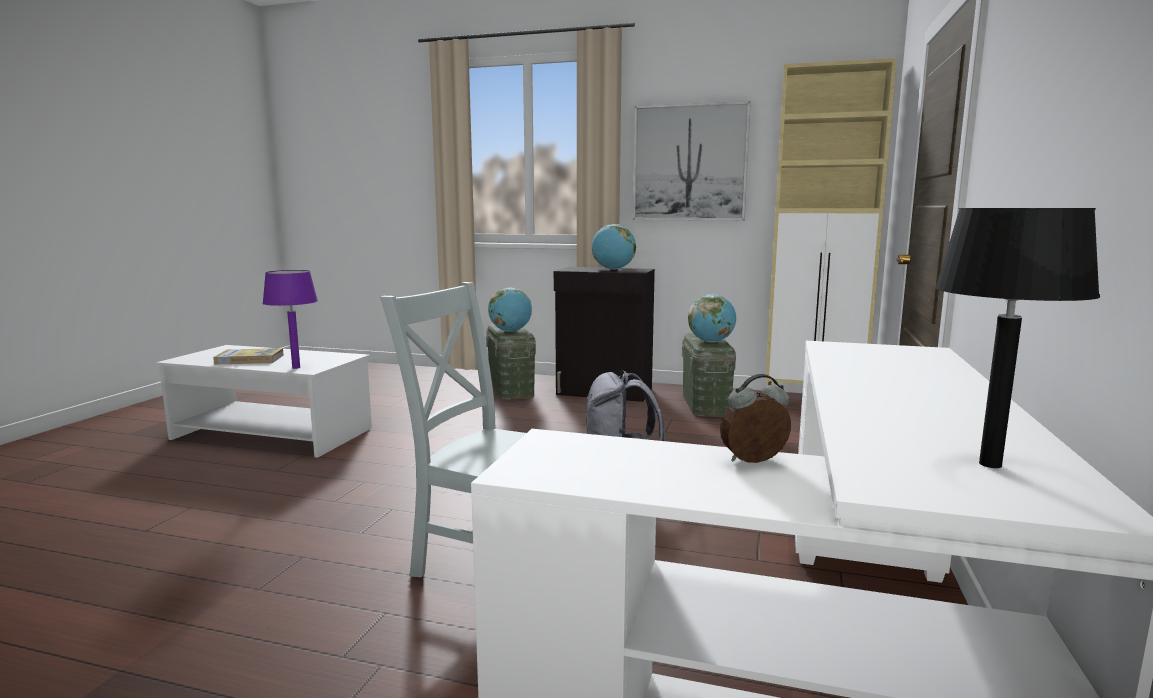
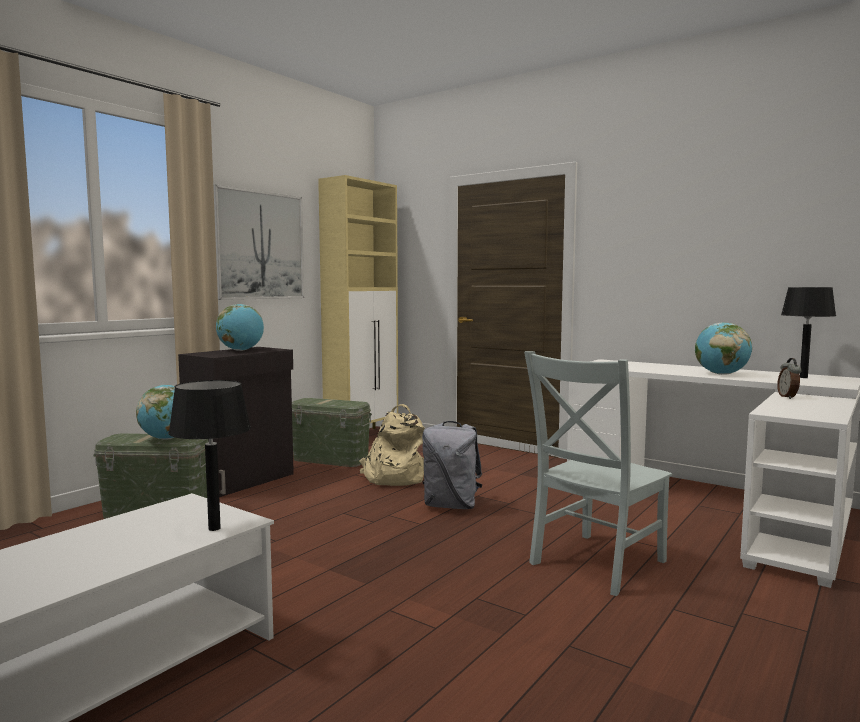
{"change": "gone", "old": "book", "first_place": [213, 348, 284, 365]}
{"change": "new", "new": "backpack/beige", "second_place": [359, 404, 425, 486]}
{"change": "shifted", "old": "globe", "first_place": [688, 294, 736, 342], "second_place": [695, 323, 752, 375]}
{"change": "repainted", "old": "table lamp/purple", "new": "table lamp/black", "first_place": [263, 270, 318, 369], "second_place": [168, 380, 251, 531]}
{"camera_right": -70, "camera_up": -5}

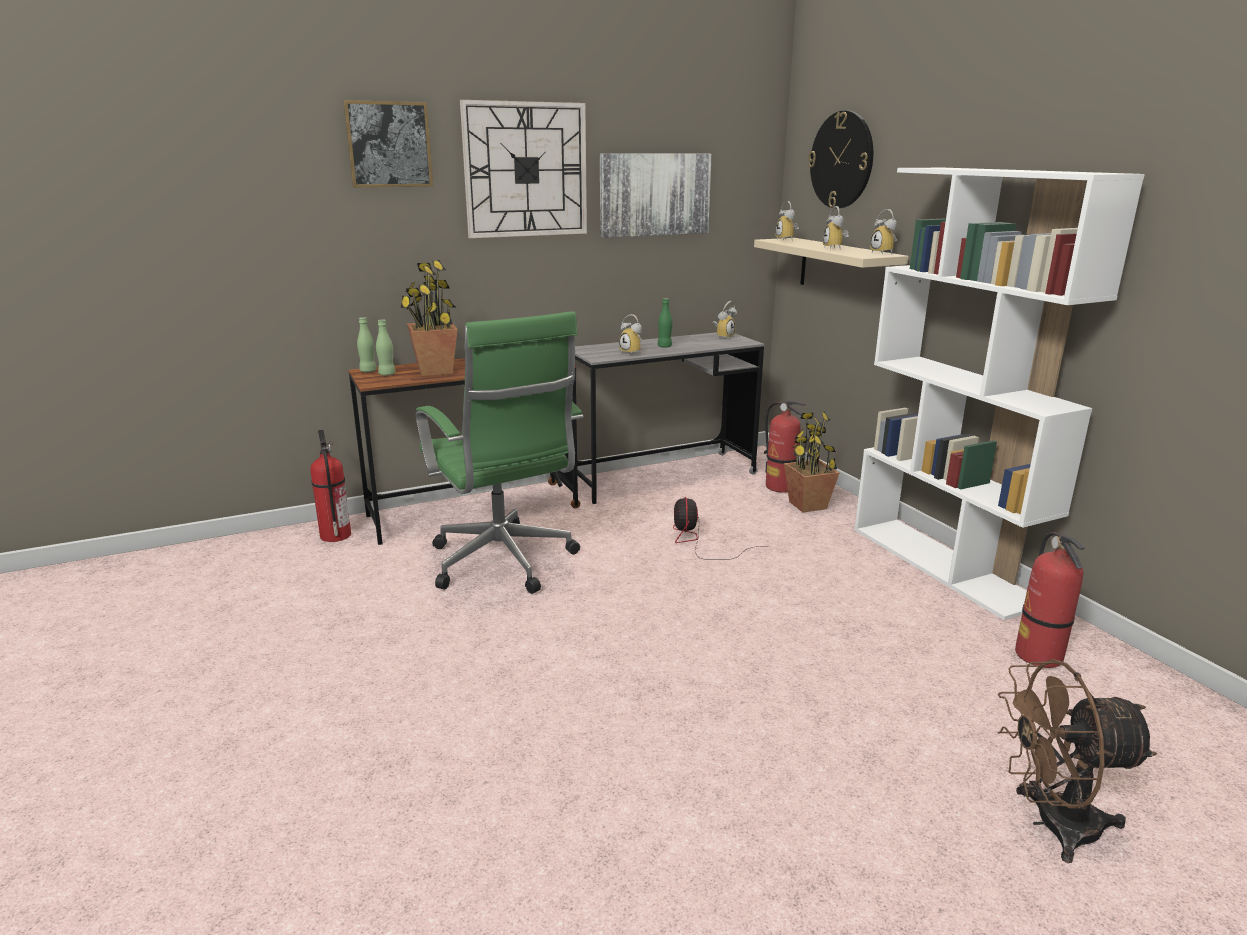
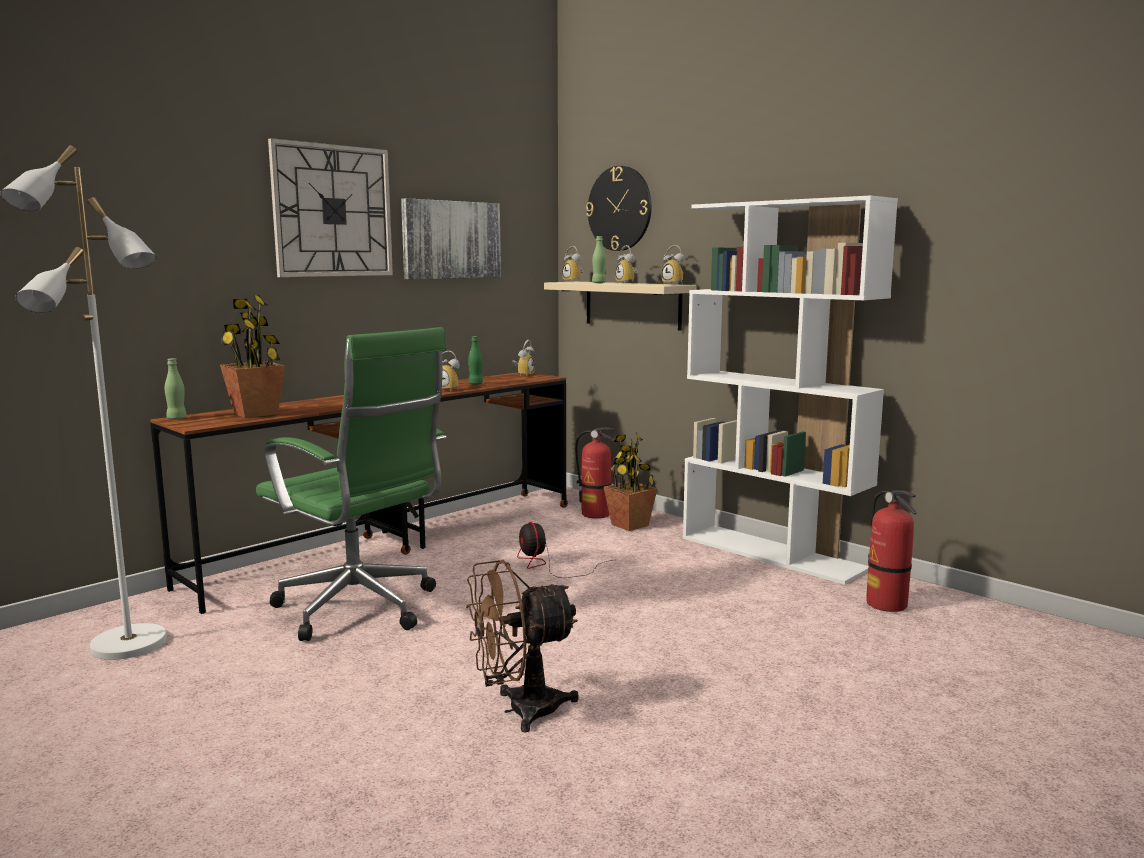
{"change": "gone", "old": "fire extinguisher", "first_place": [310, 430, 351, 542]}
{"change": "gone", "old": "picture", "first_place": [343, 100, 433, 188]}
{"change": "new", "new": "floor lamp/white", "second_place": [0, 145, 167, 660]}
{"change": "shifted", "old": "bottle/green", "first_place": [376, 320, 396, 376], "second_place": [592, 236, 606, 283]}
{"change": "shifted", "old": "fan/brown", "first_place": [998, 659, 1157, 863], "second_place": [466, 560, 579, 733]}
{"change": "repainted", "old": "desk/grey", "new": "desk/brown", "first_place": [575, 332, 764, 504], "second_place": [382, 372, 568, 549]}
{"camera_right": -20, "camera_up": -10}

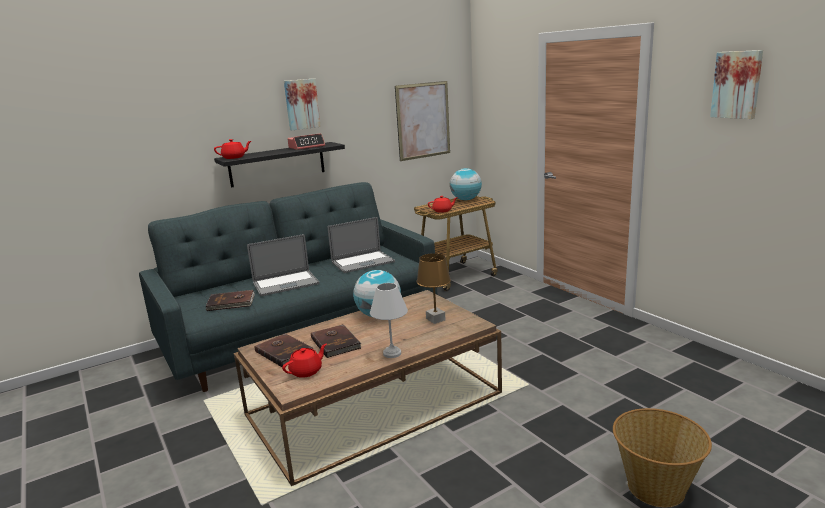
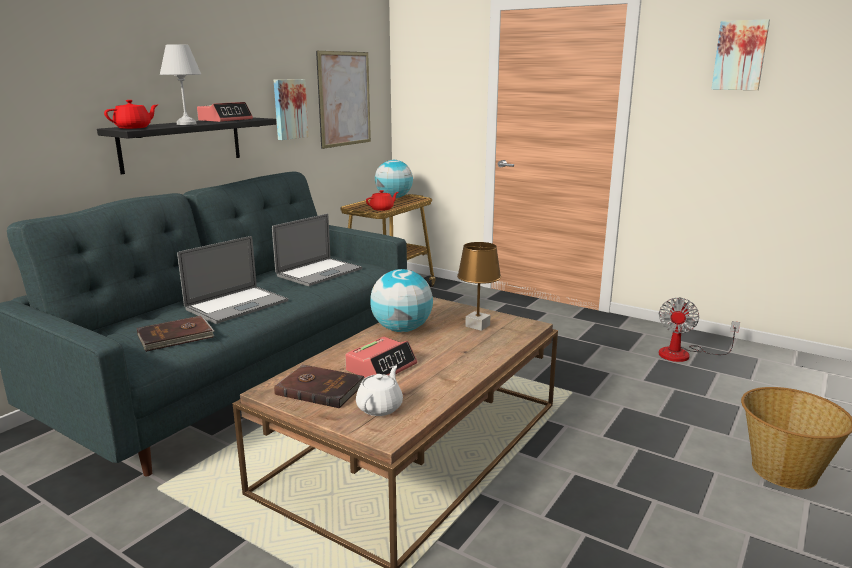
{"change": "new", "new": "fan", "second_place": [658, 297, 740, 362]}
{"change": "shifted", "old": "picture", "first_place": [284, 79, 321, 130], "second_place": [274, 79, 309, 140]}
{"change": "shifted", "old": "table lamp/white", "first_place": [370, 283, 408, 358], "second_place": [160, 44, 201, 125]}
{"change": "swapped", "old": "book/brown", "new": "alarm clock", "first_place": [311, 324, 361, 358], "second_place": [345, 337, 417, 378]}
{"change": "repainted", "old": "teapot/red", "new": "teapot/white", "first_place": [282, 343, 327, 378], "second_place": [356, 366, 403, 416]}
{"camera_right": -25, "camera_up": 0}

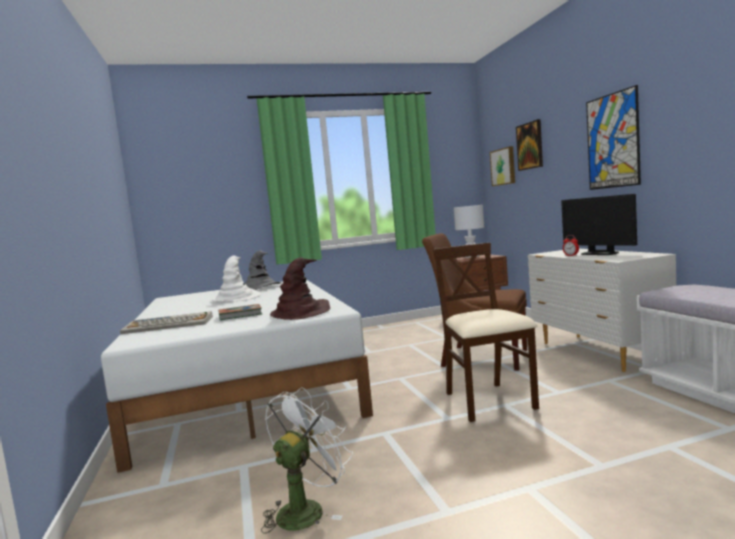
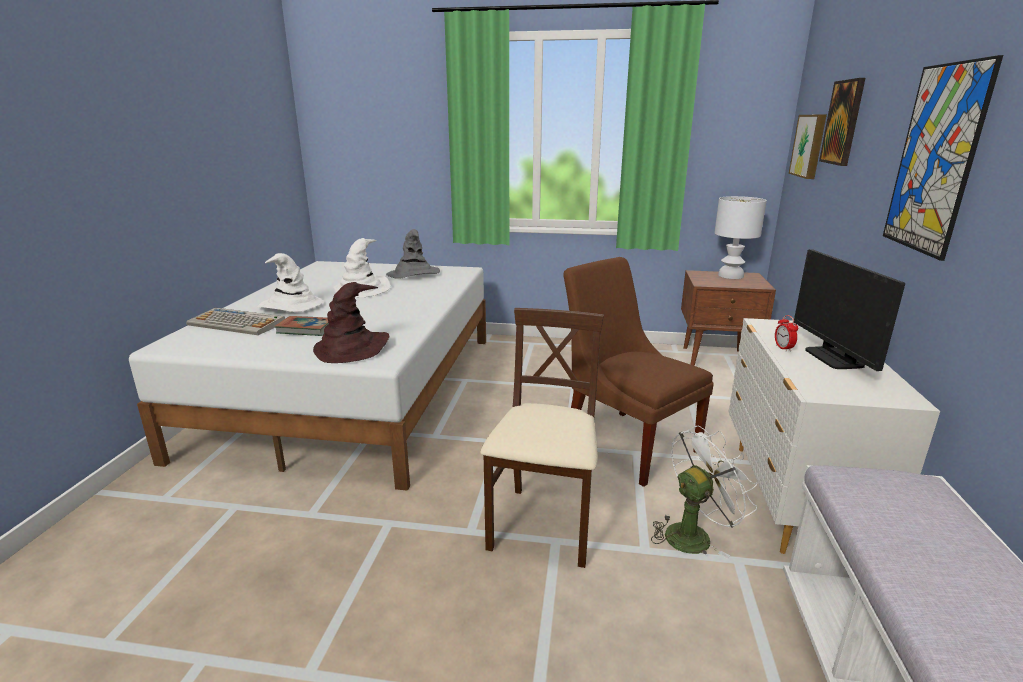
{"change": "new", "new": "hat/white", "second_place": [257, 253, 324, 312]}
{"change": "shifted", "old": "fan/white", "first_place": [261, 387, 353, 534], "second_place": [651, 426, 758, 559]}
{"camera_right": 25, "camera_up": 15}

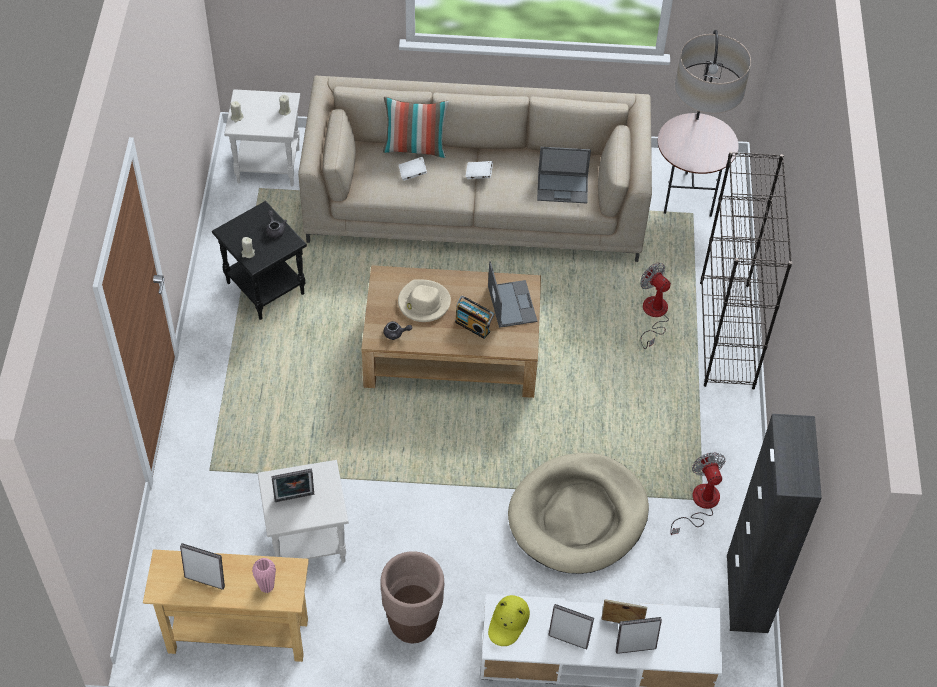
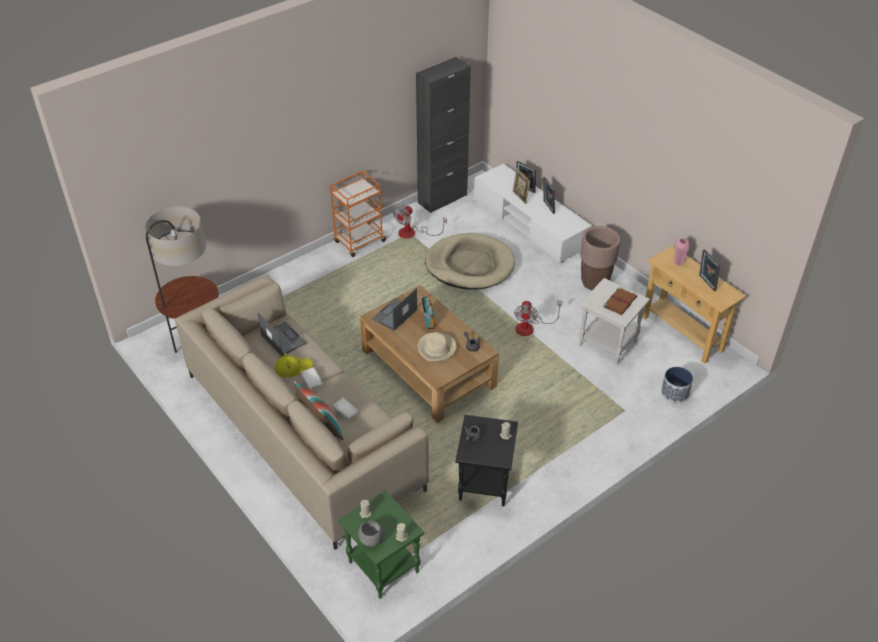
{"change": "gone", "old": "bookcase/black", "first_place": [700, 151, 792, 390]}
{"change": "new", "new": "cart/orange", "second_place": [330, 171, 388, 257]}
{"change": "new", "new": "bowl/grey", "second_place": [358, 521, 383, 547]}
{"change": "new", "new": "planter", "second_place": [661, 367, 693, 403]}
{"change": "shifted", "old": "hat/yellow", "first_place": [488, 595, 530, 646], "second_place": [275, 353, 313, 377]}
{"change": "shifted", "old": "fan", "first_place": [640, 263, 671, 349], "second_place": [514, 301, 563, 336]}
{"change": "swapped", "old": "picture frame", "new": "book/brown", "first_place": [271, 468, 314, 502], "second_place": [603, 287, 637, 315]}
{"change": "repainted", "old": "side table/white", "new": "side table/green", "first_place": [224, 89, 300, 186], "second_place": [338, 490, 425, 599]}
{"camera_right": -130, "camera_up": -10}

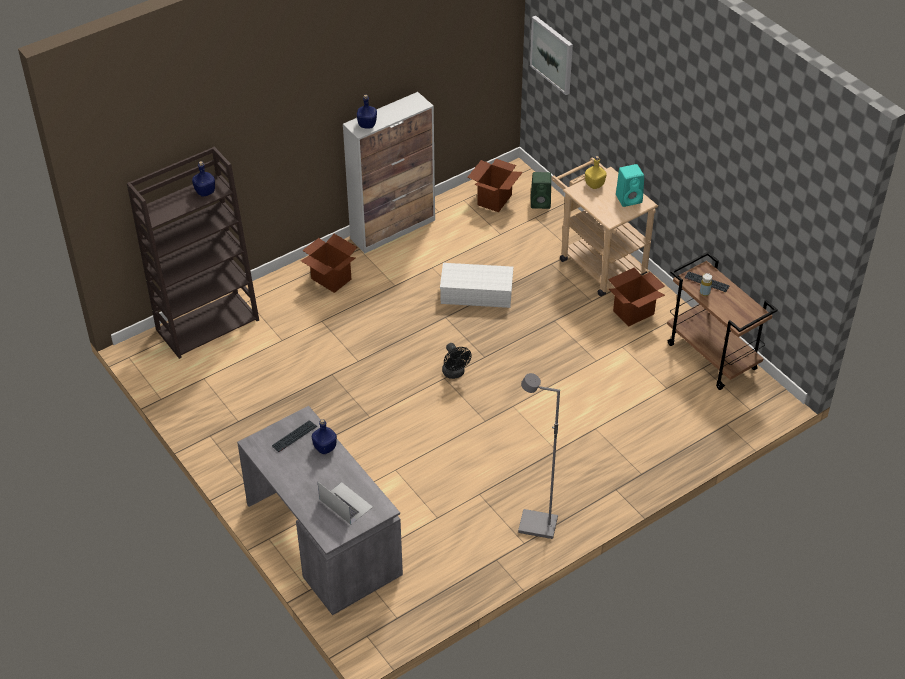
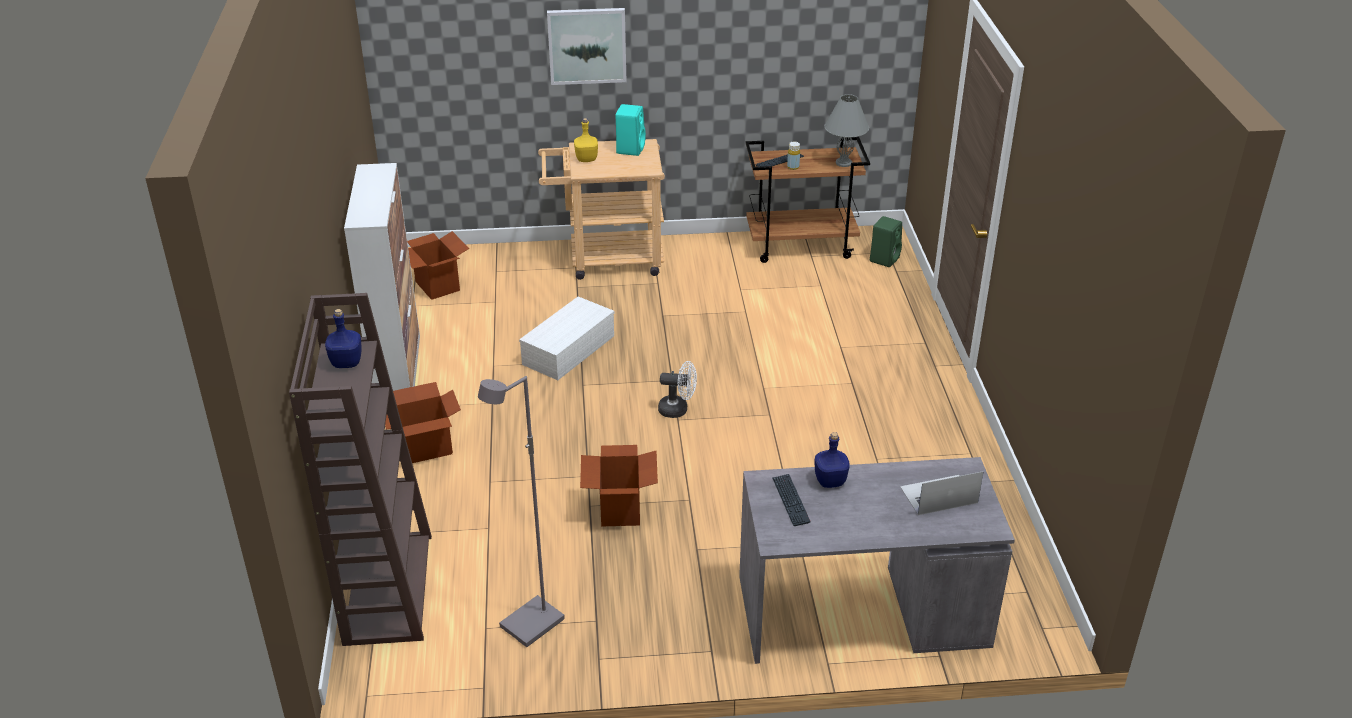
{"change": "gone", "old": "bottle/blue", "first_place": [357, 95, 377, 128]}
{"change": "new", "new": "table lamp/grey", "second_place": [825, 94, 869, 167]}
{"change": "shifted", "old": "floor lamp/grey", "first_place": [518, 373, 560, 539], "second_place": [478, 376, 565, 647]}
{"change": "shifted", "old": "picture", "first_place": [530, 16, 573, 95], "second_place": [547, 8, 627, 85]}
{"change": "shifted", "old": "speaker/green", "first_place": [531, 172, 551, 209], "second_place": [870, 216, 902, 267]}
{"change": "shifted", "old": "cardboard box", "first_place": [608, 267, 665, 327], "second_place": [580, 445, 658, 526]}
{"change": "repainted", "old": "fan/black", "new": "fan/white", "first_place": [442, 343, 472, 379], "second_place": [658, 361, 697, 418]}
{"camera_right": -60, "camera_up": -10}

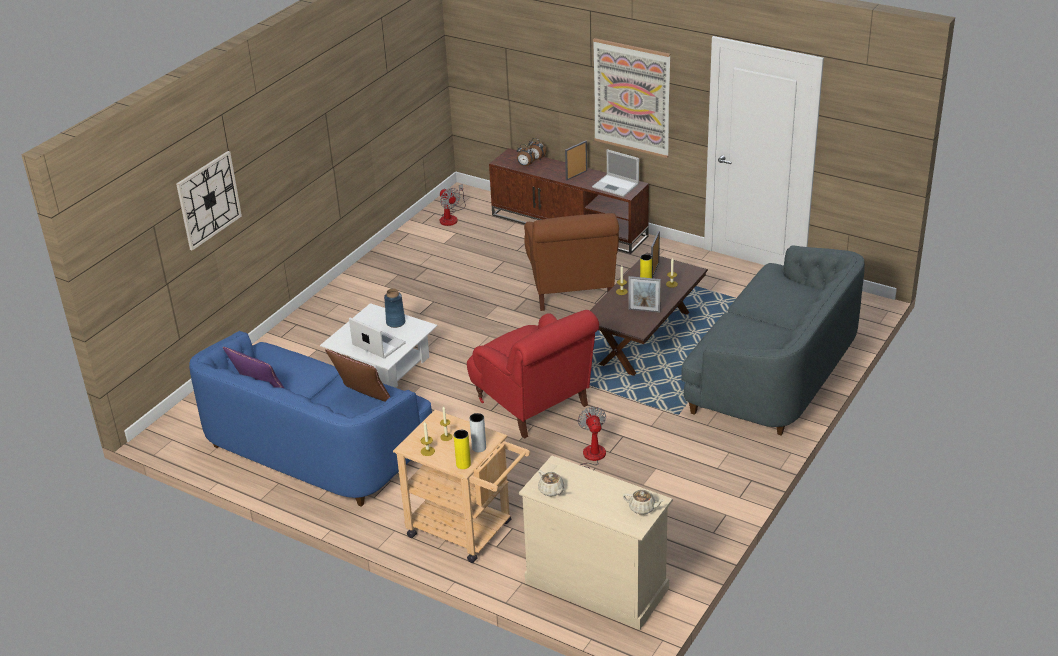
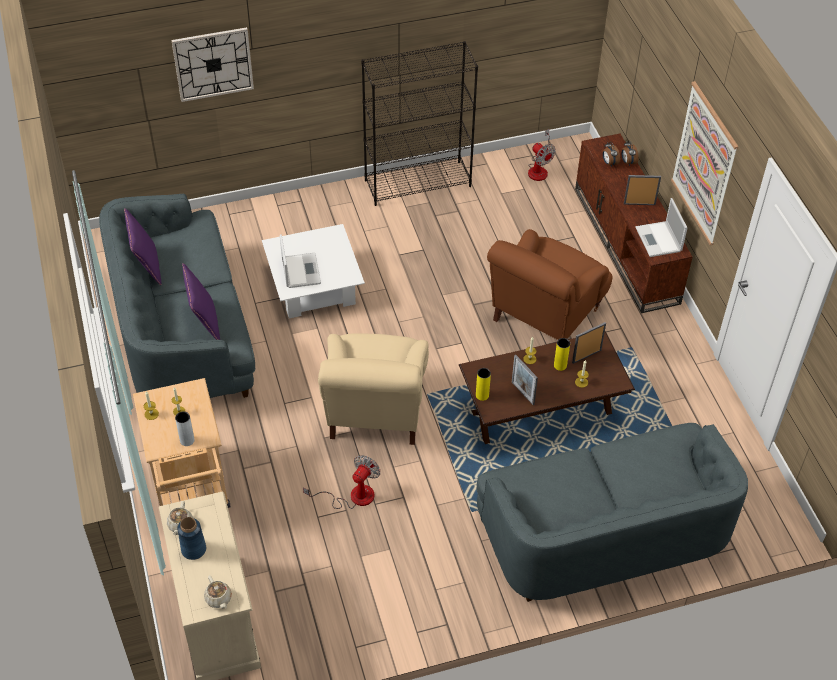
{"change": "new", "new": "bookcase/black", "second_place": [361, 41, 478, 206]}
{"change": "shifted", "old": "vase/blue", "first_place": [384, 289, 405, 328], "second_place": [177, 517, 206, 560]}
{"change": "shifted", "old": "vase/yellow", "first_place": [454, 430, 471, 469], "second_place": [476, 368, 491, 401]}
{"change": "repainted", "old": "sofa/blue", "new": "sofa/grey", "first_place": [189, 331, 432, 507], "second_place": [99, 194, 255, 398]}
{"change": "repainted", "old": "pillow/brown", "new": "pillow/purple", "first_place": [325, 349, 390, 402], "second_place": [182, 263, 220, 340]}
{"change": "repainted", "old": "armchair/red", "new": "armchair/beige", "first_place": [467, 310, 599, 439], "second_place": [318, 333, 429, 445]}
{"change": "rotated", "old": "fan", "first_place": [440, 184, 466, 226], "second_place": [528, 129, 556, 181], "degrees": -45}
{"camera_right": 40, "camera_up": 15}

